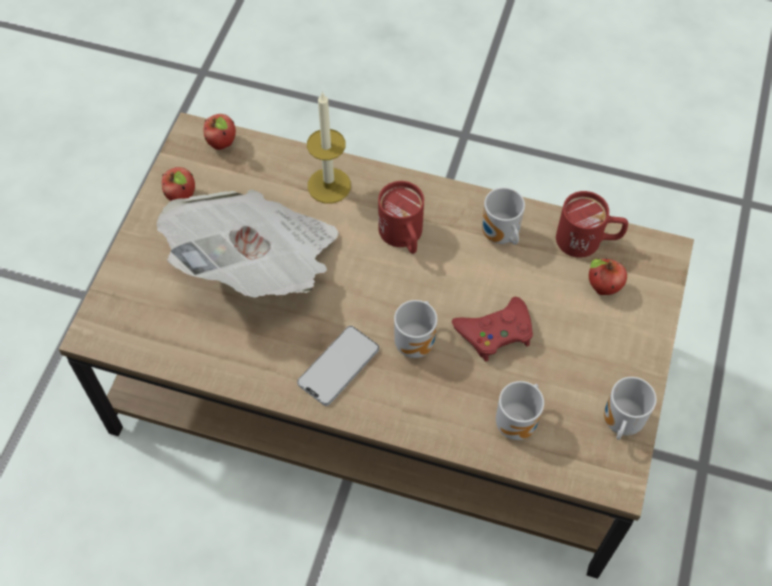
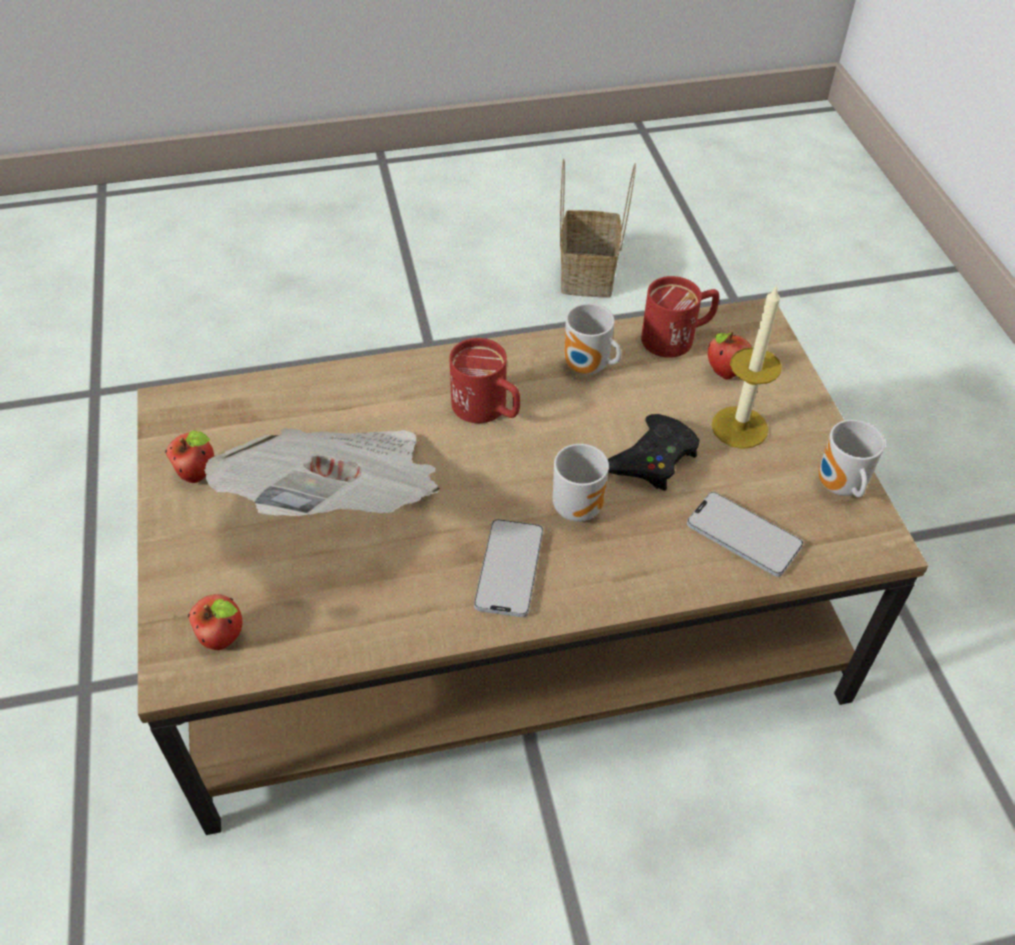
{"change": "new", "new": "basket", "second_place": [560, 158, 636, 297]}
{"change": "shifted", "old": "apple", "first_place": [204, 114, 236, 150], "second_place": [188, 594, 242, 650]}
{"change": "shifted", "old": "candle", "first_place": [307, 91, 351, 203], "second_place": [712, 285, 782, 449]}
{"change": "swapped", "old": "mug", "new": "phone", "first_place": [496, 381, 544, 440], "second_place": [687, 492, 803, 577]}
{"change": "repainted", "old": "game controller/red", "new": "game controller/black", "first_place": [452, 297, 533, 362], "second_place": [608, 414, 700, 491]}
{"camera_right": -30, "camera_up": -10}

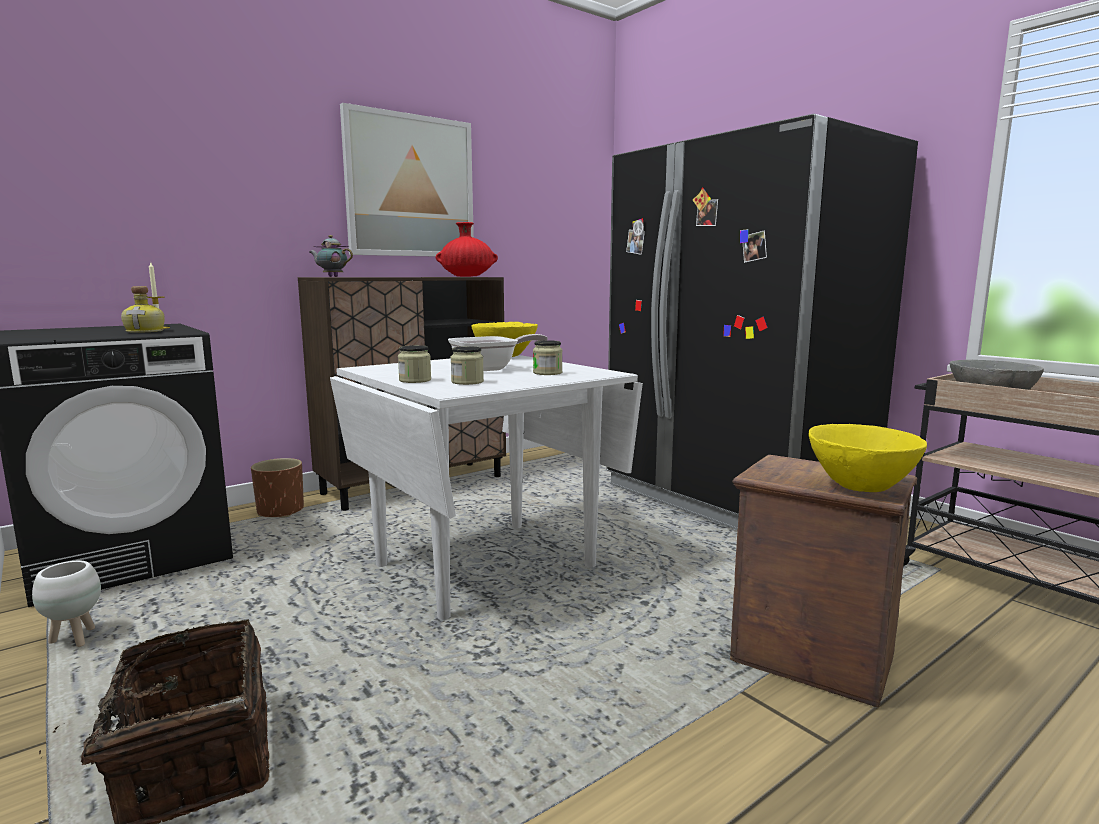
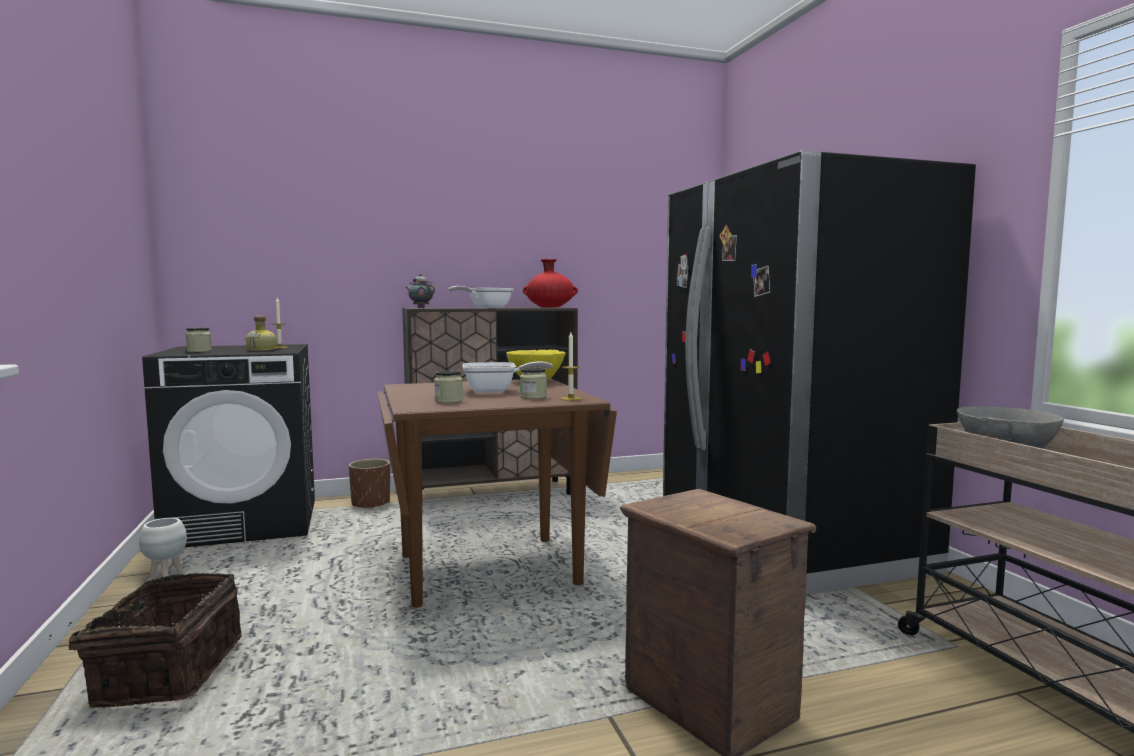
{"change": "gone", "old": "picture", "first_place": [340, 103, 474, 257]}
{"change": "gone", "old": "bowl/yellow", "first_place": [808, 424, 927, 492]}
{"change": "new", "new": "frying pan", "second_place": [449, 286, 514, 308]}
{"change": "new", "new": "candle", "second_place": [561, 332, 581, 401]}
{"change": "shifted", "old": "jar", "first_place": [398, 345, 431, 383], "second_place": [186, 328, 212, 352]}
{"change": "repainted", "old": "dining table/white", "new": "dining table/brown", "first_place": [330, 355, 643, 620], "second_place": [377, 378, 617, 607]}
{"camera_right": 20, "camera_up": -5}

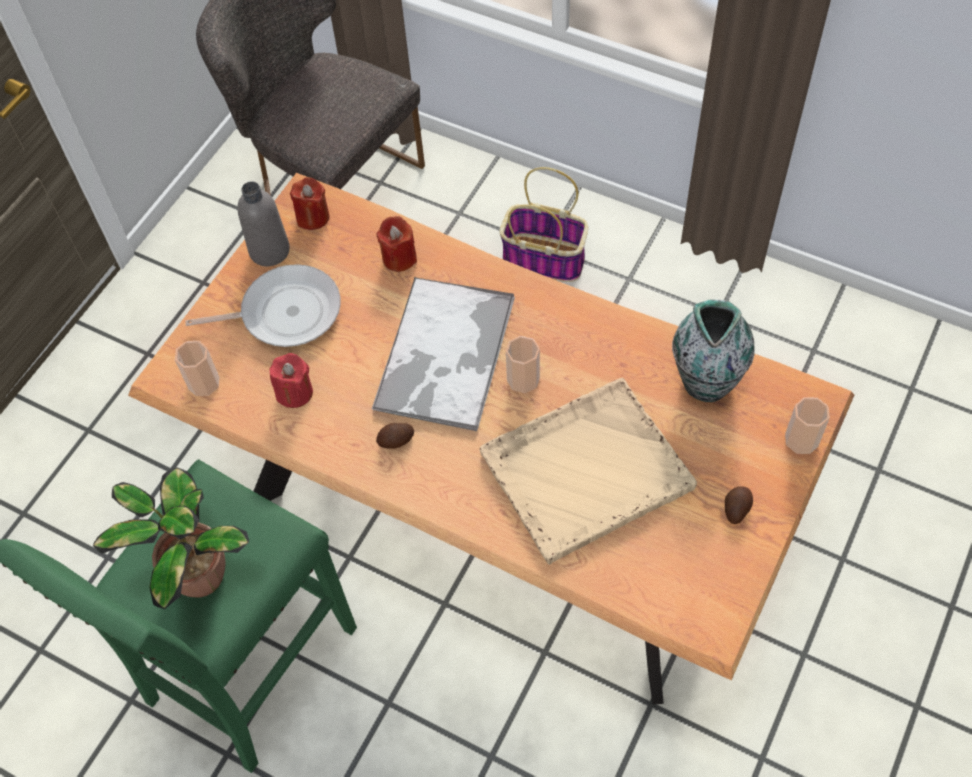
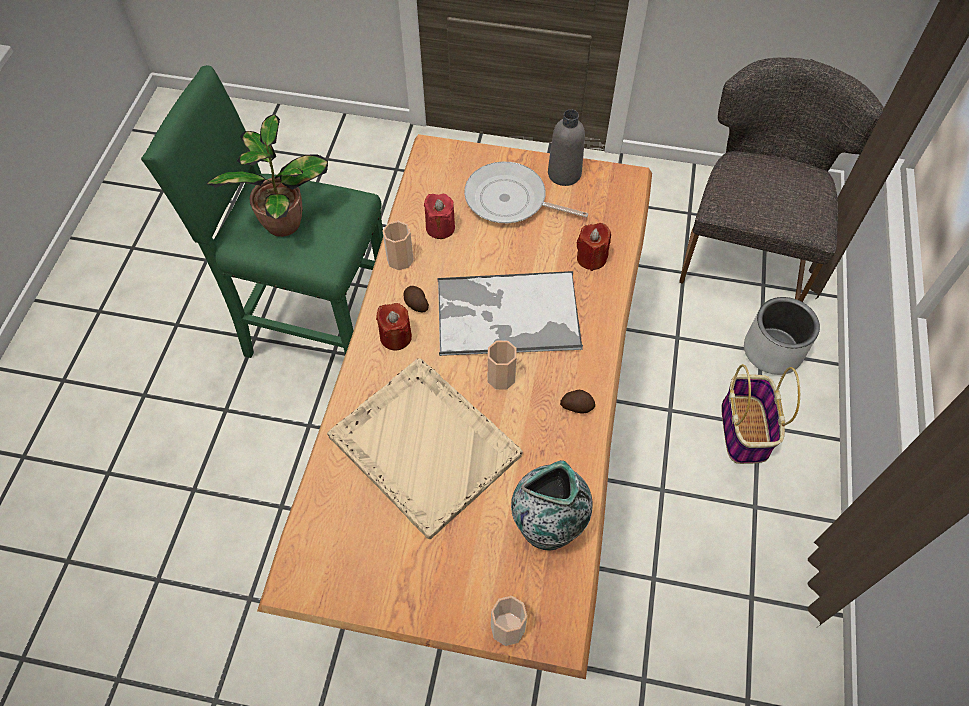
{"change": "new", "new": "planter/grey", "second_place": [744, 297, 820, 375]}
{"change": "shifted", "old": "cup", "first_place": [175, 341, 219, 396], "second_place": [383, 221, 414, 270]}
{"change": "shifted", "old": "candle/red", "first_place": [290, 177, 329, 230], "second_place": [376, 303, 412, 350]}
{"change": "shifted", "old": "potato", "first_place": [725, 486, 753, 524], "second_place": [560, 390, 595, 414]}
{"change": "rotated", "old": "frying pan", "first_place": [185, 264, 341, 347], "second_place": [464, 162, 588, 223], "degrees": 135}
{"camera_right": 70, "camera_up": 0}

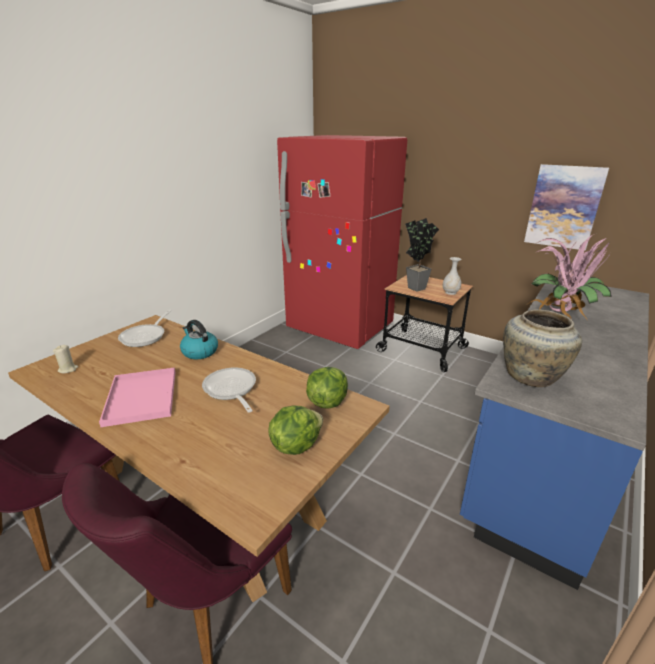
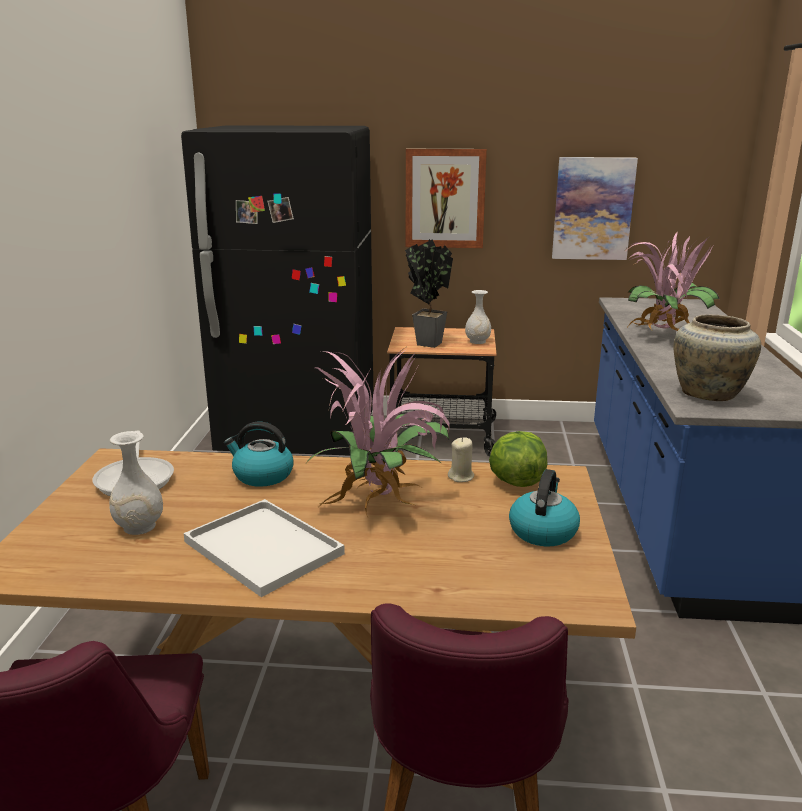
{"change": "new", "new": "vase/white", "second_place": [109, 431, 163, 535]}
{"change": "new", "new": "picture", "second_place": [406, 149, 487, 248]}
{"change": "shifted", "old": "candle/beige", "first_place": [53, 345, 78, 373], "second_place": [448, 437, 474, 482]}
{"change": "swapped", "old": "frying pan", "new": "potted plant", "first_place": [202, 368, 256, 413], "second_place": [306, 348, 450, 517]}
{"change": "swapped", "old": "lettuce", "new": "kettle", "first_place": [268, 406, 323, 455], "second_place": [509, 469, 580, 546]}
{"change": "repainted", "old": "tray/pink", "new": "tray/white", "first_place": [99, 367, 175, 427], "second_place": [184, 499, 345, 597]}
{"change": "repainted", "old": "fridge/red", "new": "fridge/black", "first_place": [277, 135, 407, 349], "second_place": [181, 125, 373, 456]}
{"camera_right": -30, "camera_up": -5}

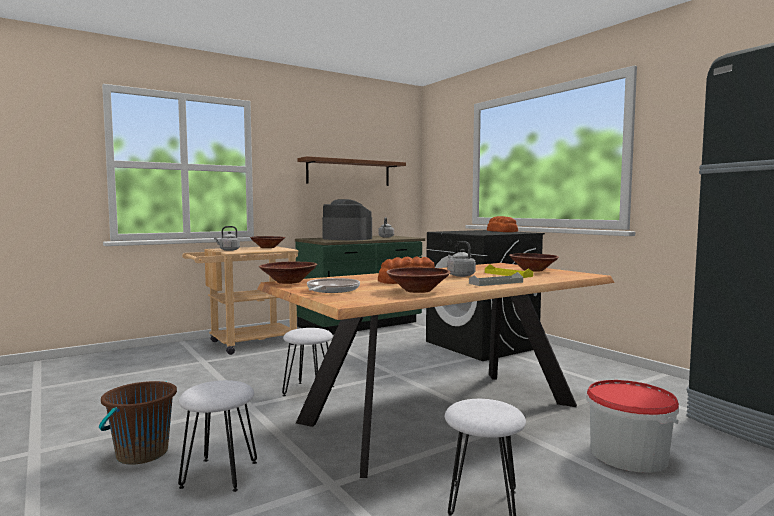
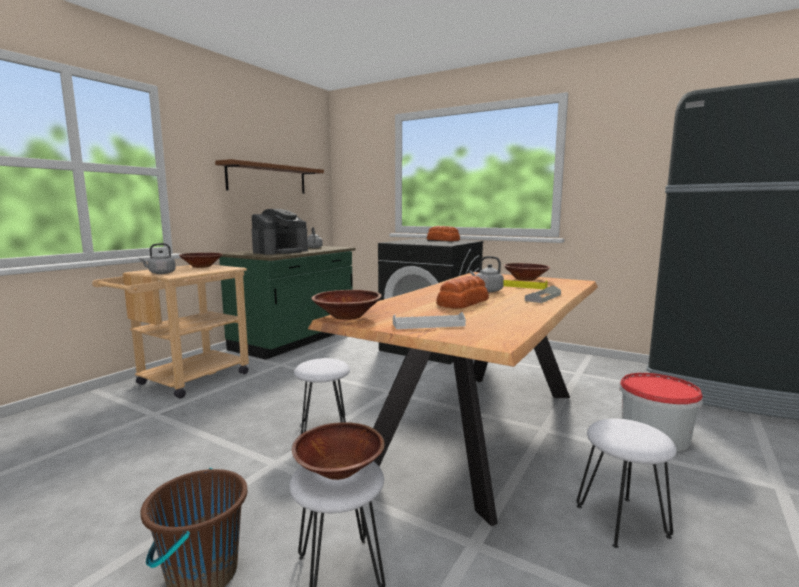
{"change": "shifted", "old": "bowl/brown", "first_place": [386, 267, 451, 293], "second_place": [292, 422, 385, 480]}
{"change": "swapped", "old": "frying pan", "new": "tray/white", "first_place": [307, 278, 360, 293], "second_place": [393, 312, 466, 329]}
{"change": "rotated", "old": "coffee machine", "first_place": [322, 199, 372, 240], "second_place": [252, 209, 308, 255], "degrees": 120}
{"camera_right": -25, "camera_up": 5}

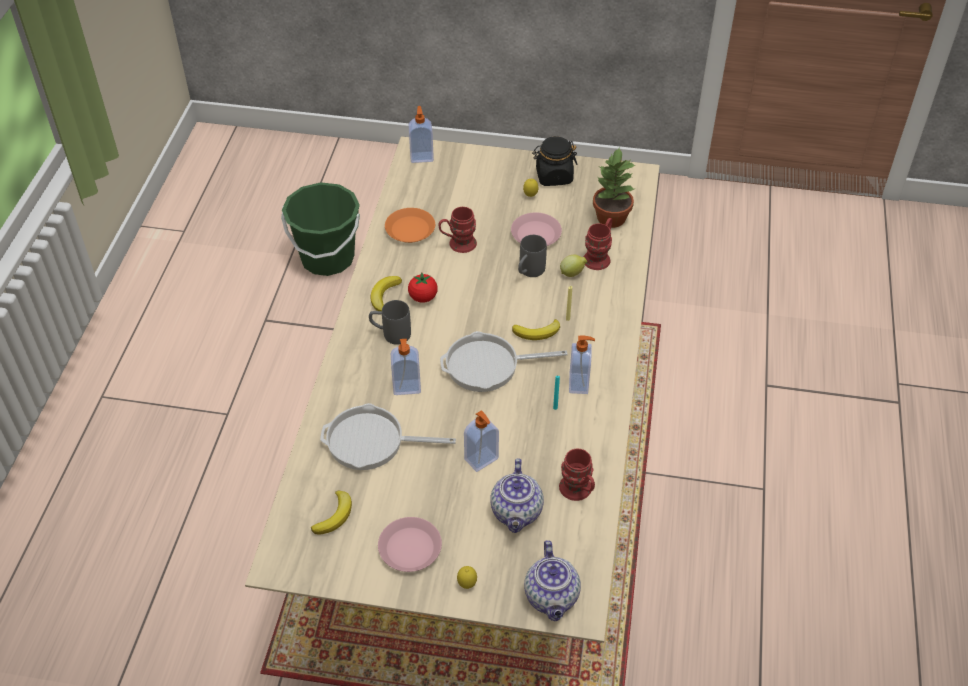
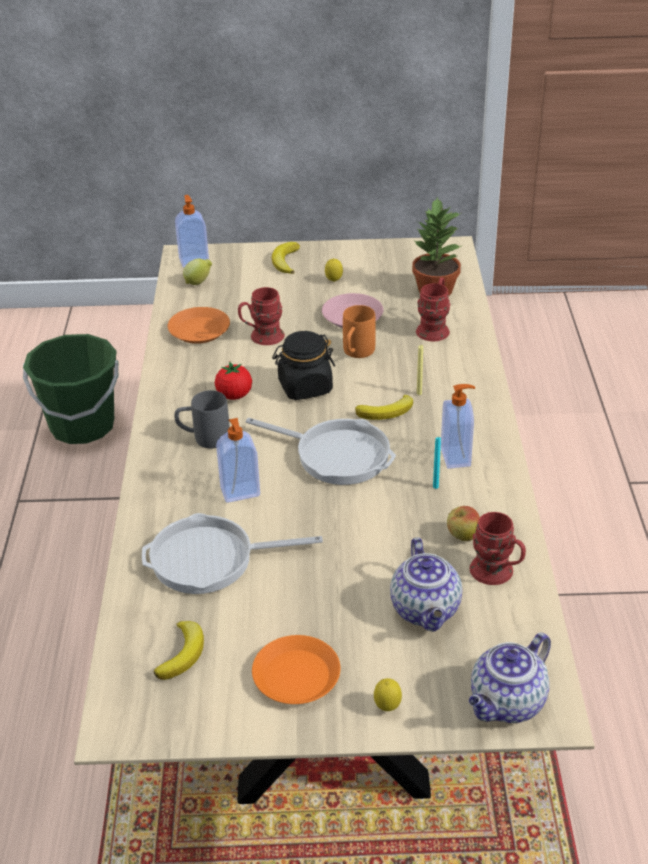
{"change": "gone", "old": "soap dispenser", "first_place": [464, 410, 499, 472]}
{"change": "new", "new": "apple", "second_place": [447, 506, 480, 541]}
{"change": "shifted", "old": "banana", "first_place": [371, 276, 402, 311], "second_place": [272, 242, 300, 274]}
{"change": "shifted", "old": "jar/black", "first_place": [532, 136, 577, 186], "second_place": [272, 331, 335, 400]}
{"change": "shifted", "old": "lemon", "first_place": [560, 255, 587, 277], "second_place": [183, 259, 212, 285]}
{"change": "repainted", "old": "plate/pink", "new": "plate/orange", "first_place": [378, 517, 442, 572], "second_place": [252, 635, 341, 704]}
{"change": "repainted", "old": "mug/grey", "new": "mug/orange", "first_place": [518, 235, 547, 277], "second_place": [343, 305, 376, 358]}
{"change": "rotated", "old": "frying pan", "first_place": [440, 331, 568, 392], "second_place": [246, 418, 396, 485], "degrees": -135}
{"change": "rotated", "old": "teapot", "first_place": [524, 540, 581, 621], "second_place": [469, 632, 551, 723], "degrees": 60}
{"camera_right": -10, "camera_up": -10}

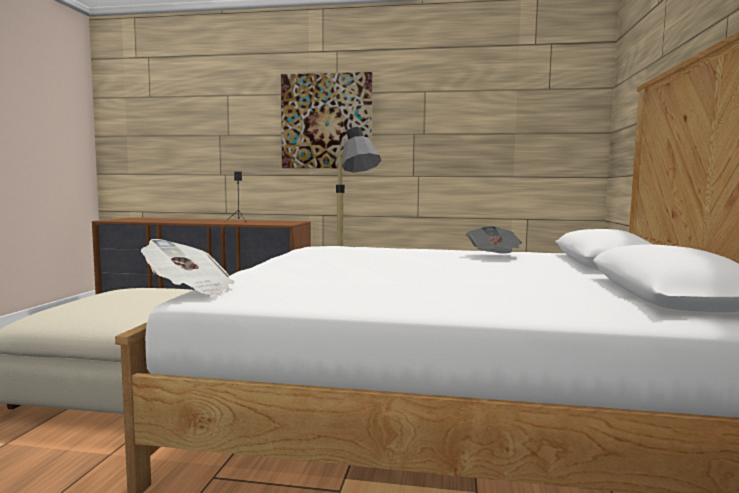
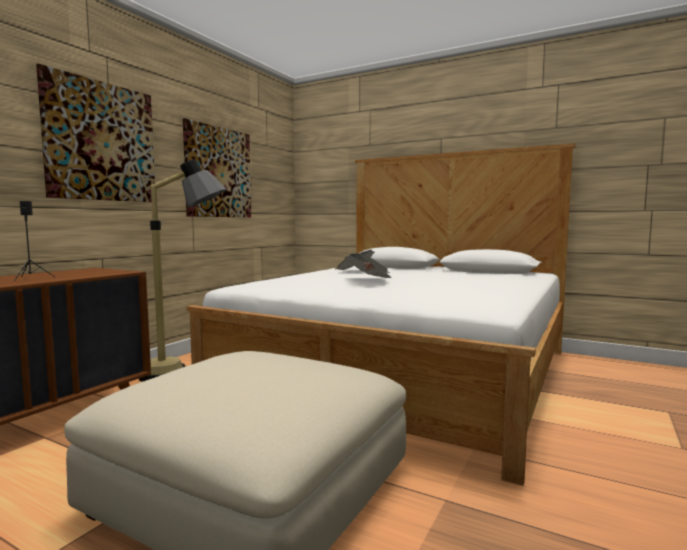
{"change": "new", "new": "picture", "second_place": [183, 118, 251, 217]}
{"change": "shifted", "old": "newspaper", "first_place": [141, 239, 234, 297], "second_place": [345, 253, 392, 278]}
{"camera_right": -70, "camera_up": 0}

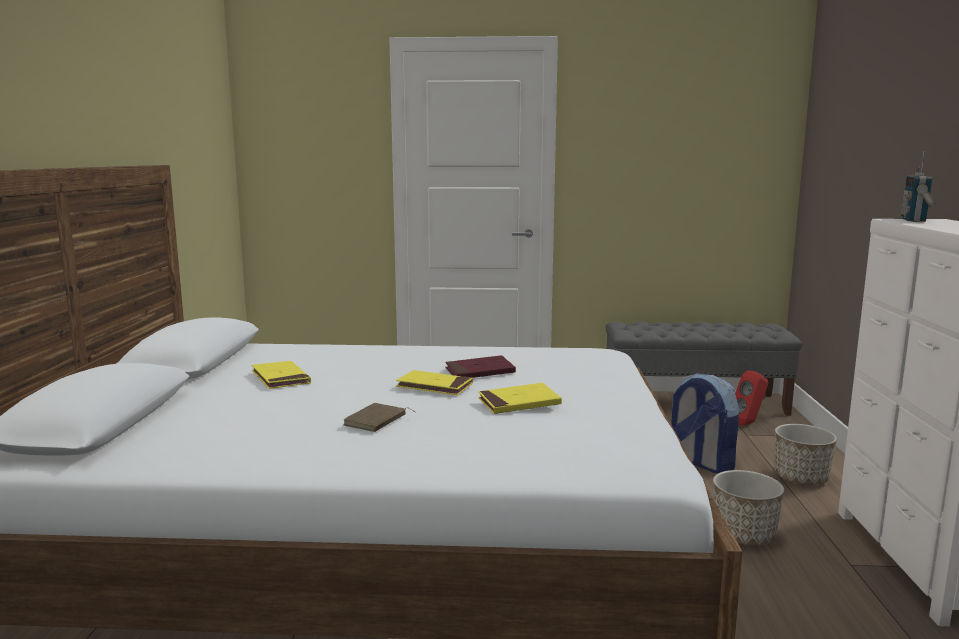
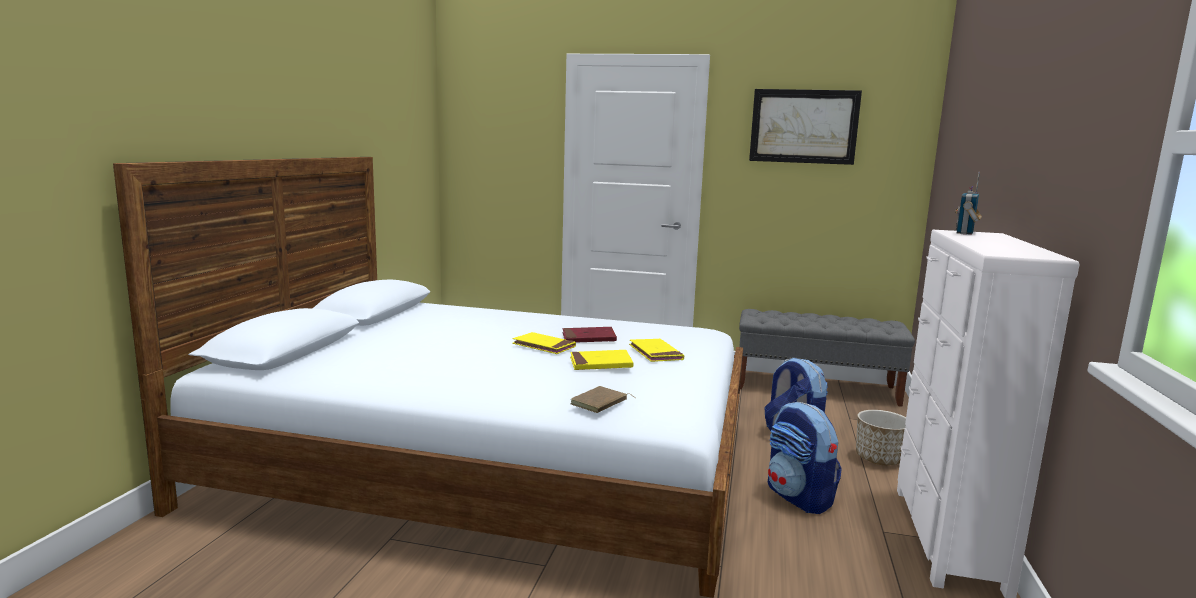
{"change": "gone", "old": "speaker/red", "first_place": [735, 370, 768, 426]}
{"change": "new", "new": "picture", "second_place": [749, 89, 862, 165]}
{"change": "shifted", "old": "book/yellow", "first_place": [252, 361, 311, 389], "second_place": [629, 339, 684, 362]}
{"change": "shifted", "old": "book/brown", "first_place": [344, 403, 415, 432], "second_place": [570, 386, 635, 413]}
{"change": "swapped", "old": "planter", "new": "backpack", "first_place": [713, 470, 784, 545], "second_place": [768, 402, 842, 514]}
{"camera_right": 10, "camera_up": 0}

